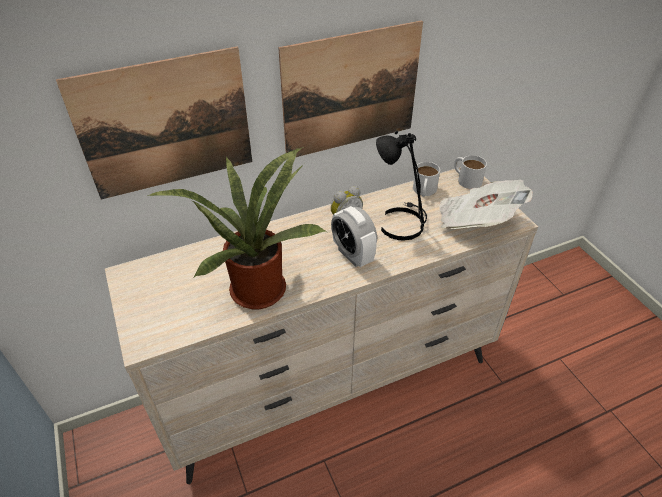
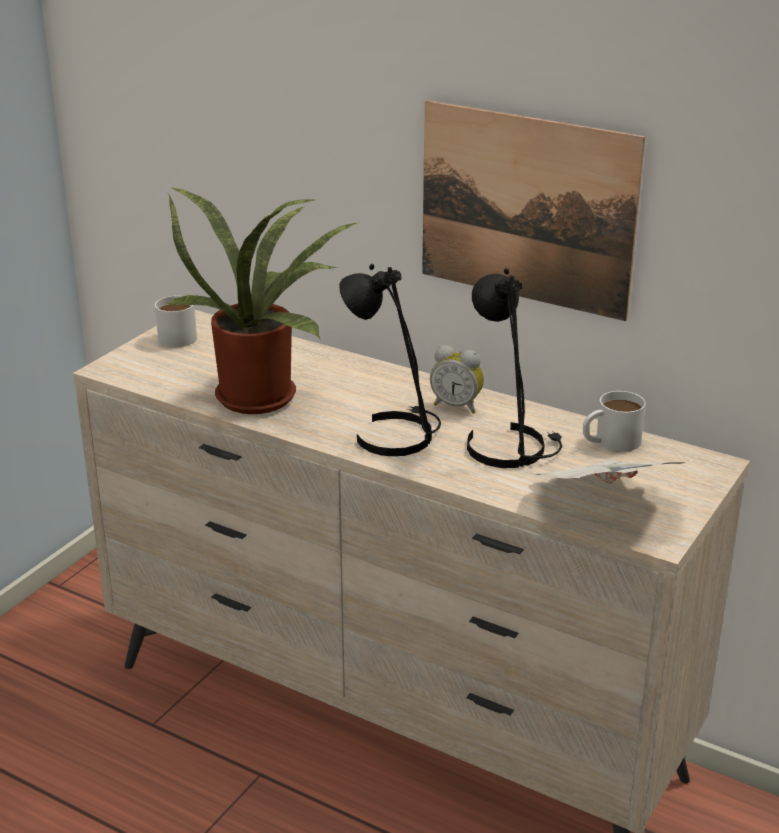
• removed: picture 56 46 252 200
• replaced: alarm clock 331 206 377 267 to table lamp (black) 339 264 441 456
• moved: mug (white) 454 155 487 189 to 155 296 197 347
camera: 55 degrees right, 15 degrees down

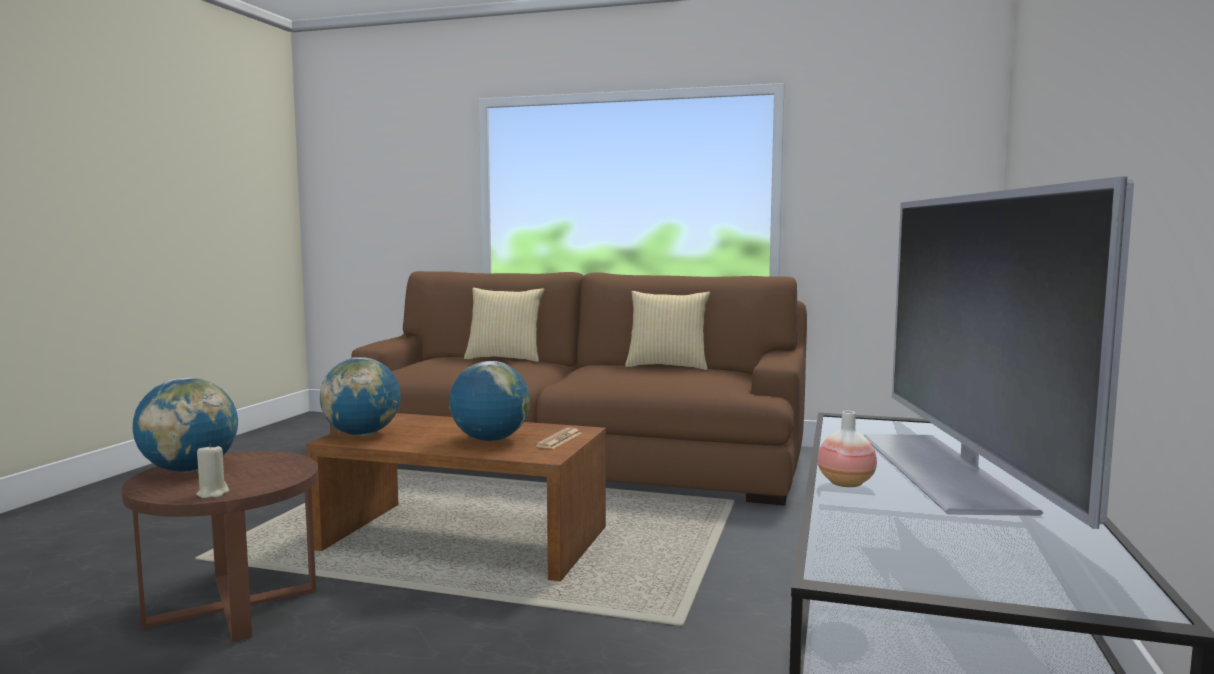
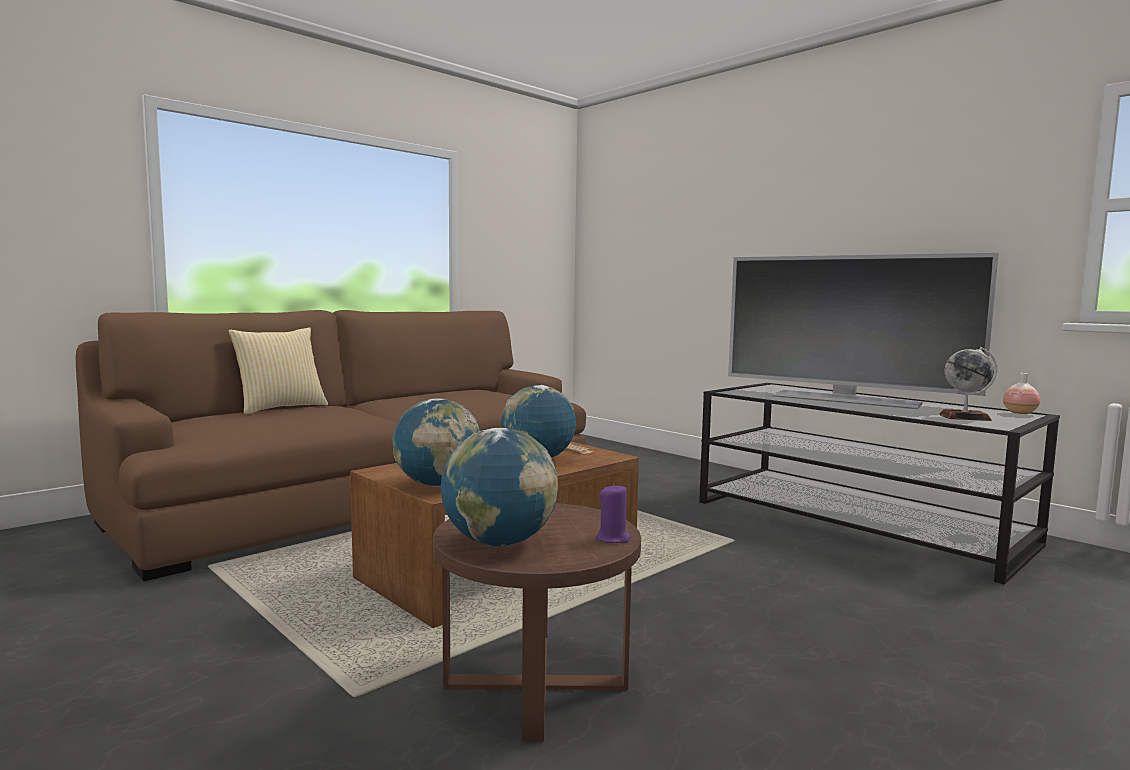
• recoloured: candle (beige) 196 444 229 498 to candle (purple) 596 484 631 543
• removed: pillow 625 291 710 370
• moved: vase 818 411 877 487 to 1003 373 1040 414
• added: globe 939 347 997 421
camera: 60 degrees left, 0 degrees up

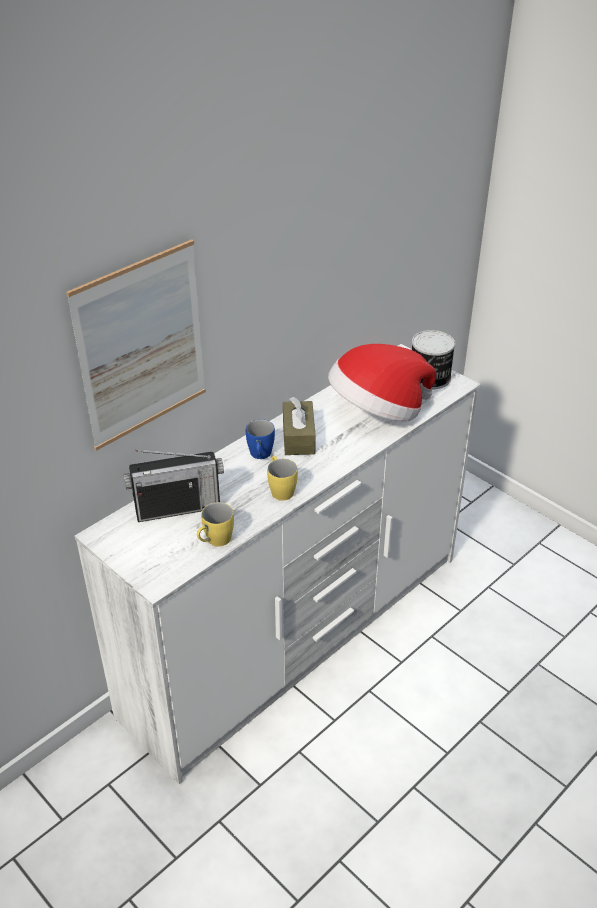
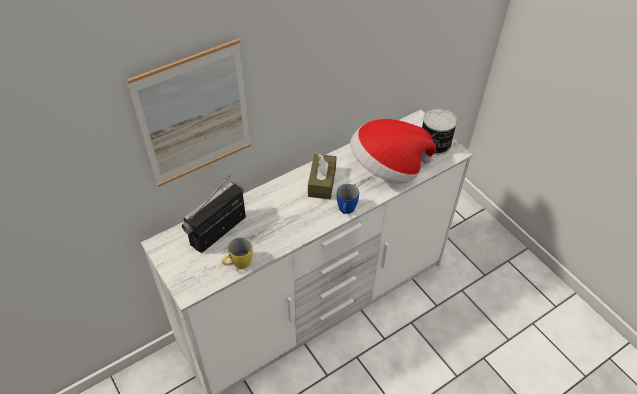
• turned: radio 124 450 224 522 = 181 175 246 253 135 degrees clockwise
• moved: mug (blue) 246 419 275 459 to 337 184 359 214
• removed: mug (yellow) 267 456 298 501
camera: 10 degrees right, 10 degrees up

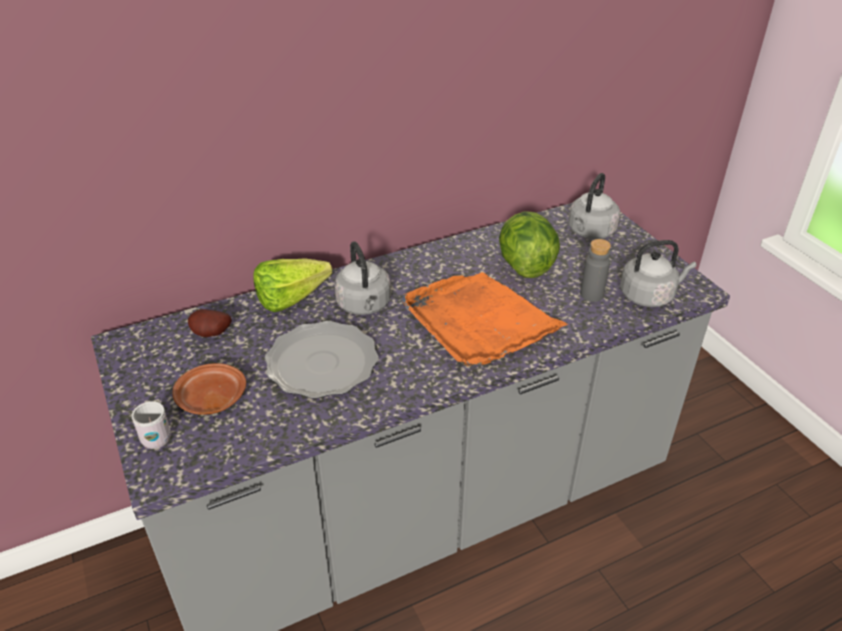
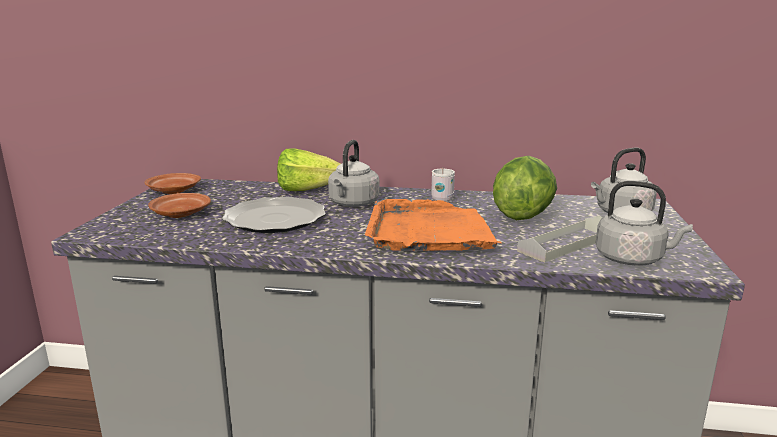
• moved: mug (white) 132 401 171 449 to 431 167 455 202
• removed: potato 188 309 232 337
• replaced: bottle (grey) 580 239 611 302 to tray (grey) 517 216 602 262
• added: plate (brown) 145 173 201 194
camera: 35 degrees right, 20 degrees down

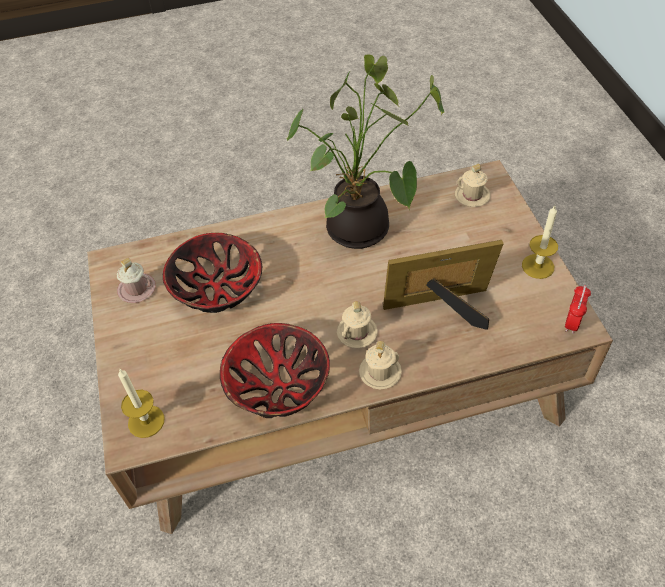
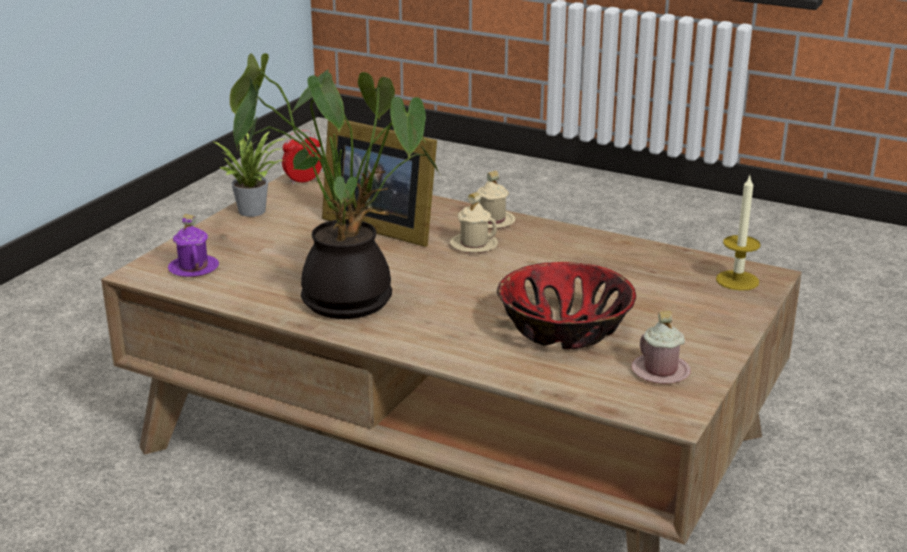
• removed: bowl 220 323 330 418
• recoloured: mug (beige) 455 164 491 207 to mug (purple) 168 214 219 277
• replaced: candle 522 206 558 279 to potted plant 212 131 284 217
camera: 140 degrees left, 25 degrees down

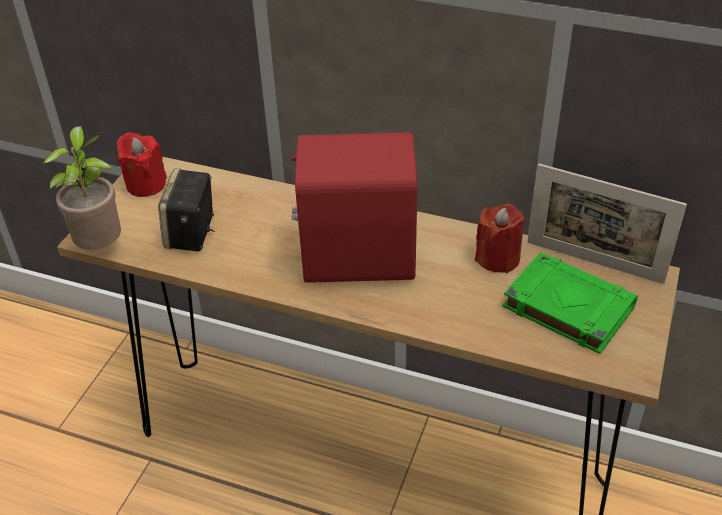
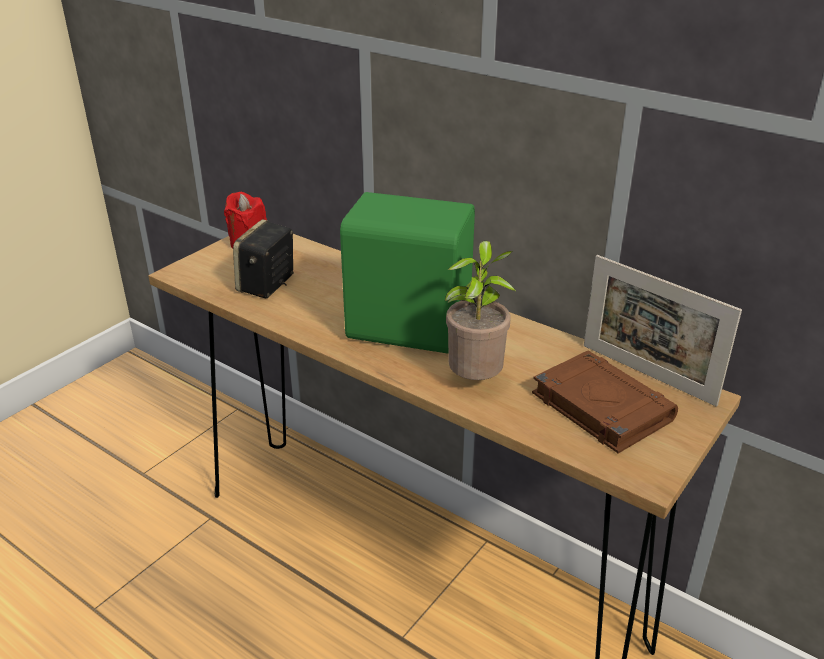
• moved: potted plant 43 126 121 250 to 445 241 516 380
• recoloured: speaker (red) 291 132 417 283 to speaker (green) 340 192 475 354
• removed: candle (red) 475 204 525 273
• recoloured: book (green) 502 252 638 354 to book (brown) 532 351 678 453
camera: 15 degrees right, 10 degrees down

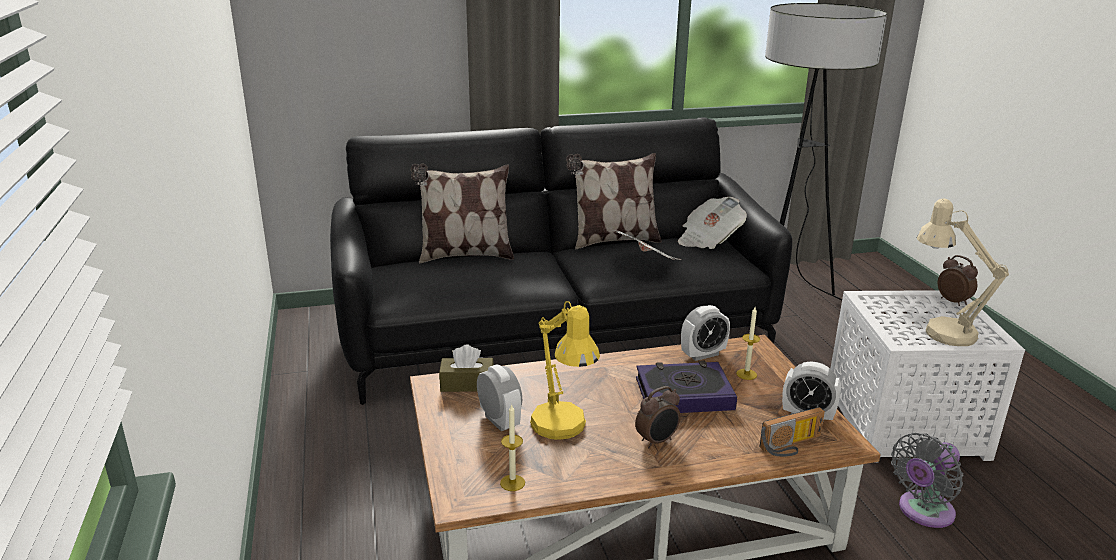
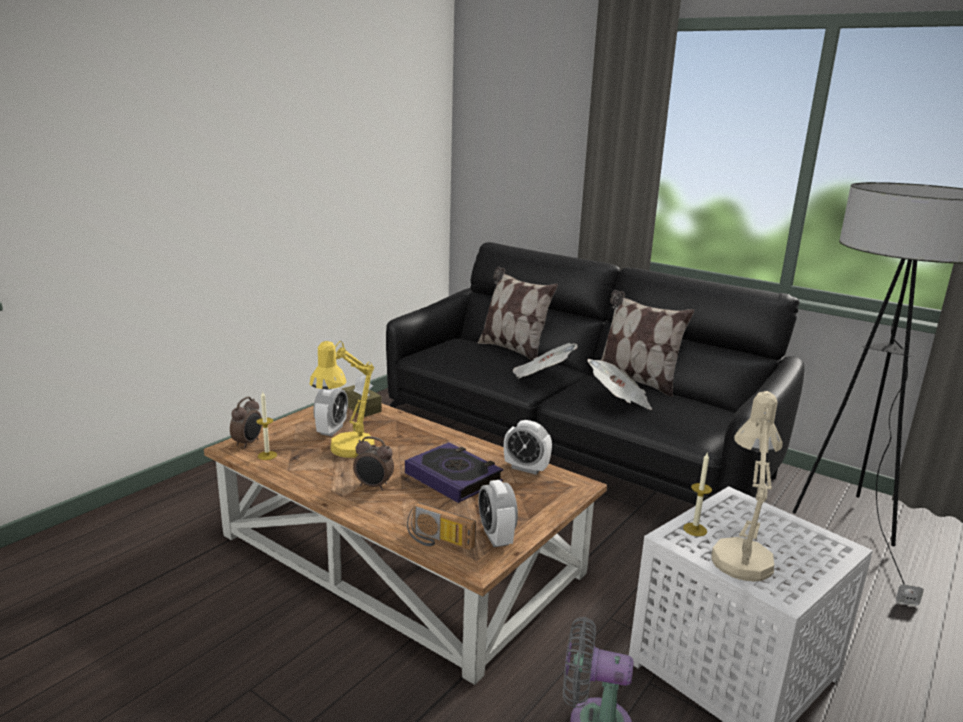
• moved: newspaper 678 197 747 249 to 513 343 578 379
• moved: candle 736 307 760 380 to 683 453 712 536
• moved: alarm clock 938 255 978 306 to 230 397 262 449
camera: 50 degrees right, 5 degrees down

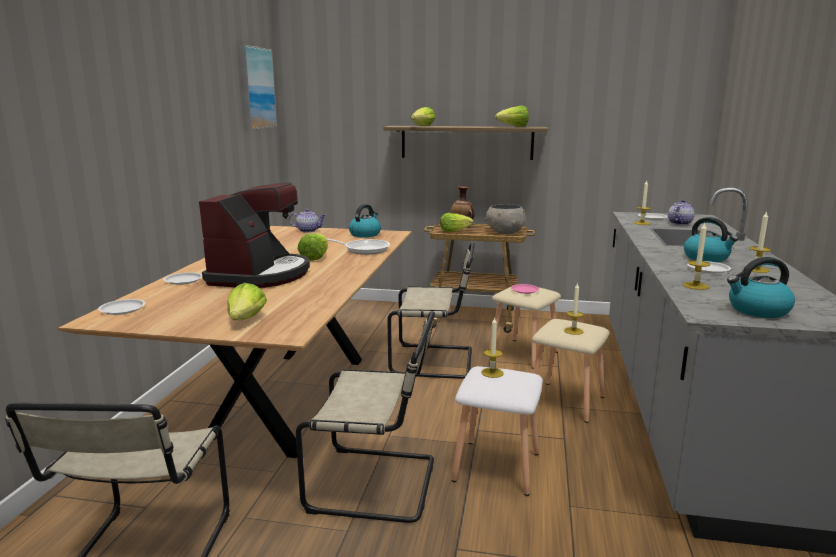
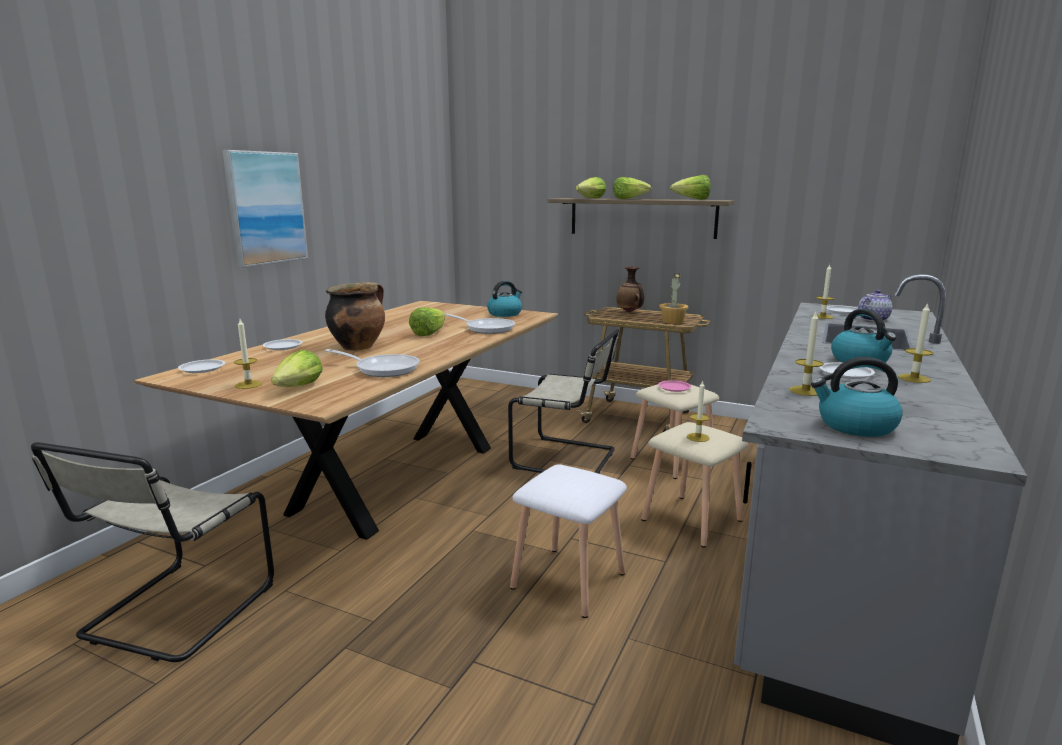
• replaced: coffee machine 199 183 310 288 to cooking pot 325 282 385 351
• moved: picture 240 44 277 130 to 222 150 308 268
• removed: teapot 289 209 326 232
• removed: chair (beige) 296 311 435 523
• moved: lettuce 440 213 474 232 to 613 177 652 199
• moved: candle 481 317 504 378 to 234 319 262 389
• replaced: bowl (grey) 485 204 525 234 to potted plant 659 273 688 324
• added: frying pan 325 349 420 377
camera: 15 degrees right, 0 degrees up

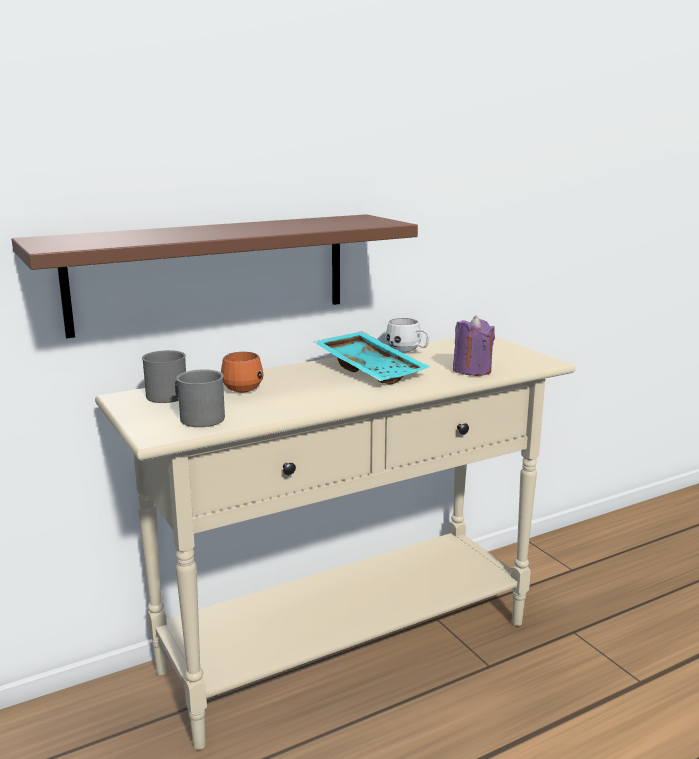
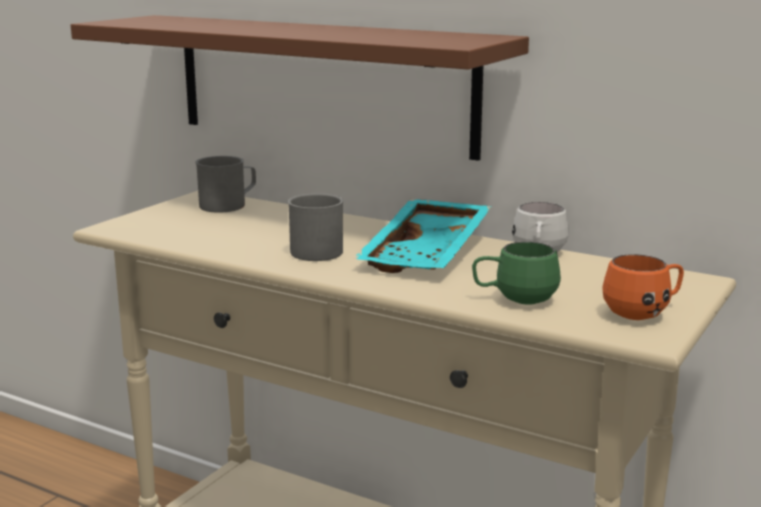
• moved: mug (grey) 175 369 225 427 to 288 193 344 261
• moved: mug (orange) 221 352 263 393 to 602 254 684 320
• replaced: candle (purple) 453 315 495 376 to mug (green) 472 241 561 305
camera: 60 degrees right, 0 degrees up

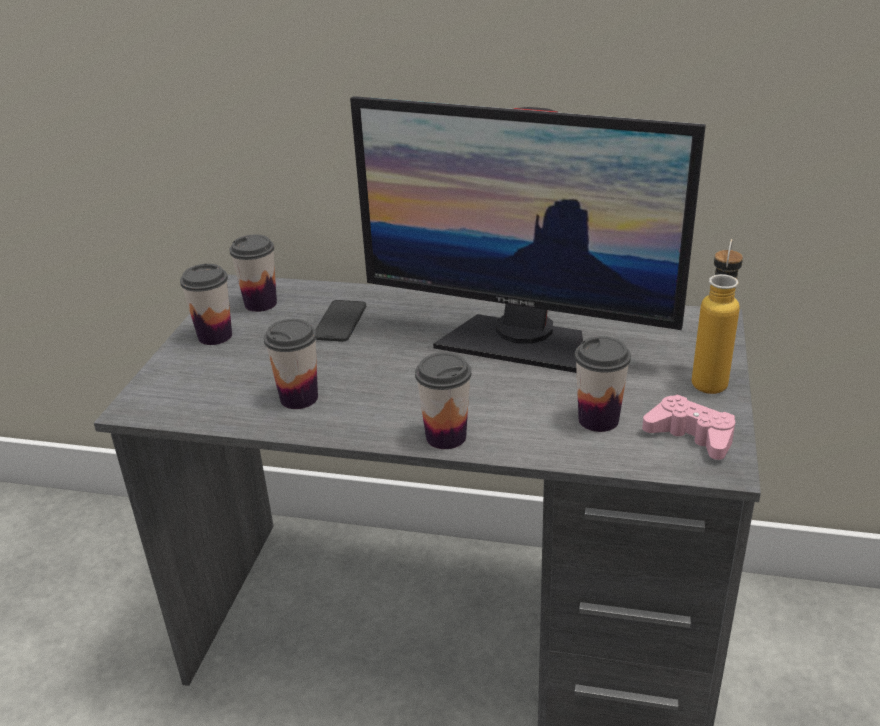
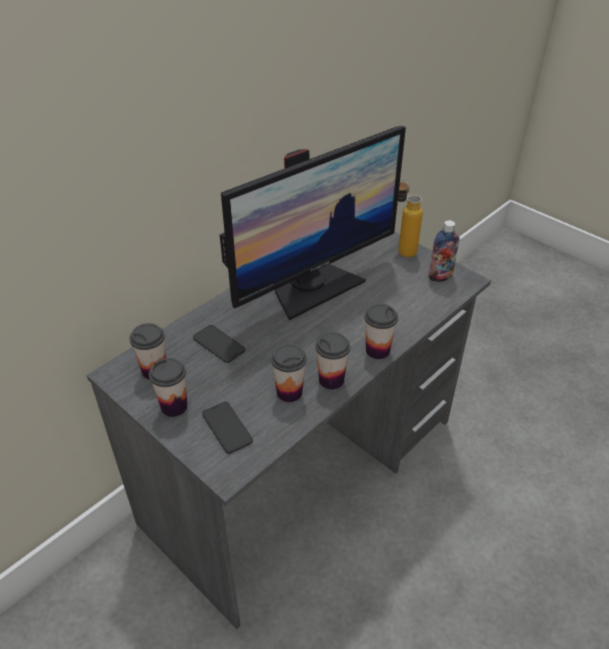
• moved: cup 575 336 631 432 to 315 332 350 390
• replaced: game controller (pink) 642 394 735 460 to bottle 429 220 460 282
• added: phone 202 402 253 454
camera: 60 degrees left, 10 degrees up

